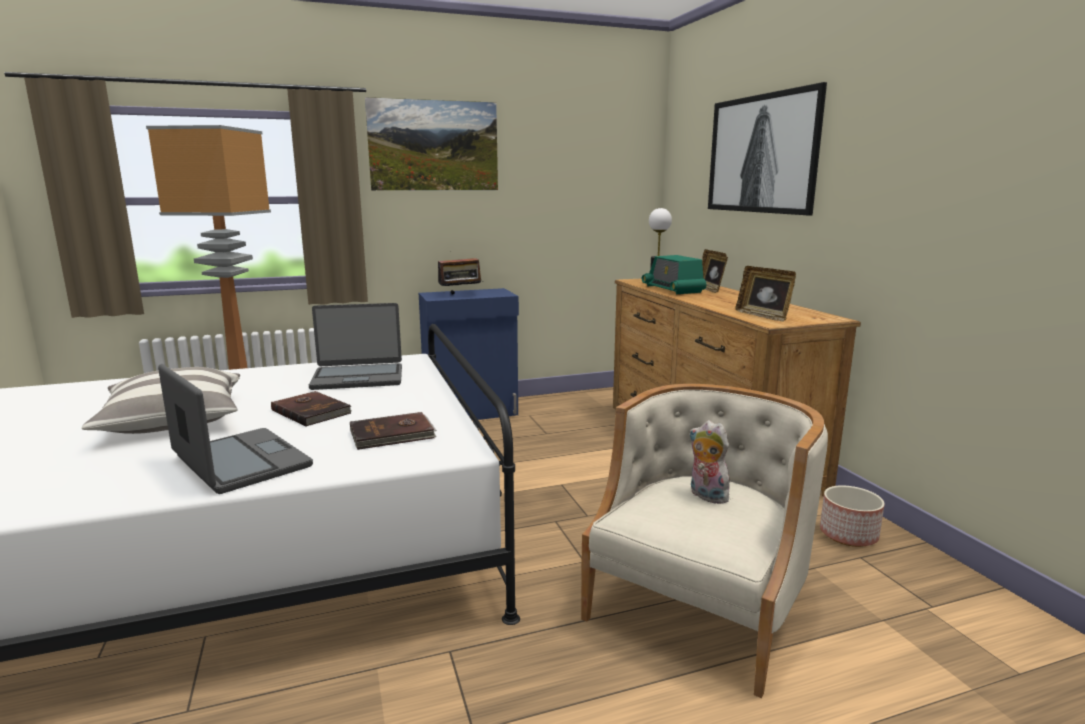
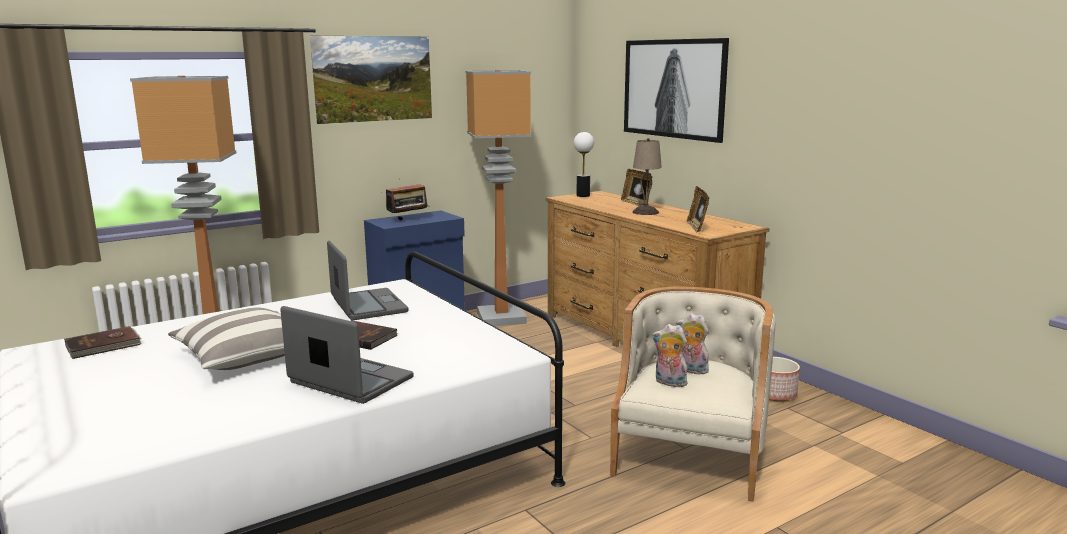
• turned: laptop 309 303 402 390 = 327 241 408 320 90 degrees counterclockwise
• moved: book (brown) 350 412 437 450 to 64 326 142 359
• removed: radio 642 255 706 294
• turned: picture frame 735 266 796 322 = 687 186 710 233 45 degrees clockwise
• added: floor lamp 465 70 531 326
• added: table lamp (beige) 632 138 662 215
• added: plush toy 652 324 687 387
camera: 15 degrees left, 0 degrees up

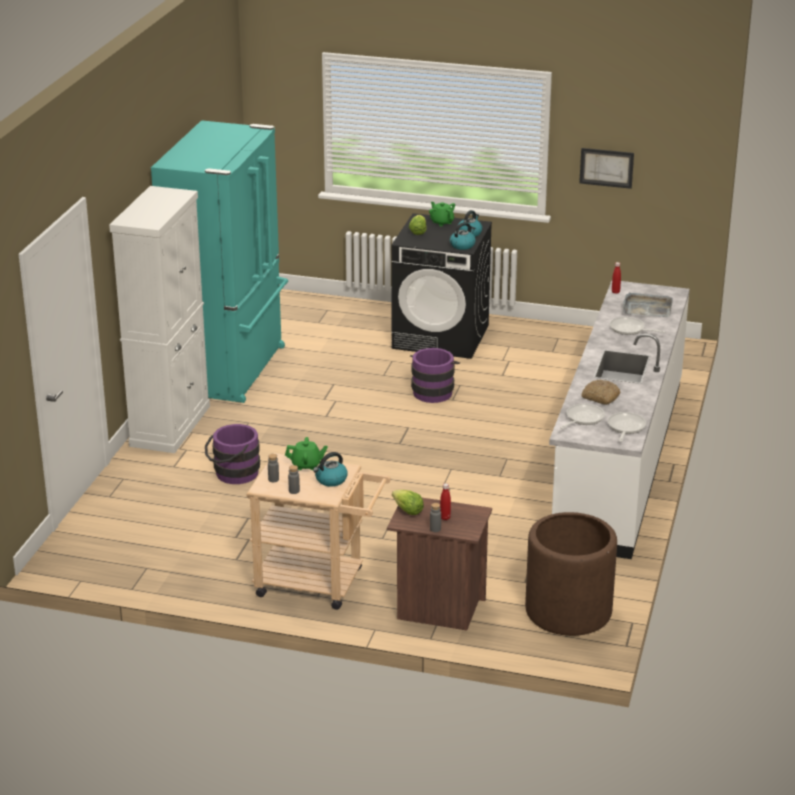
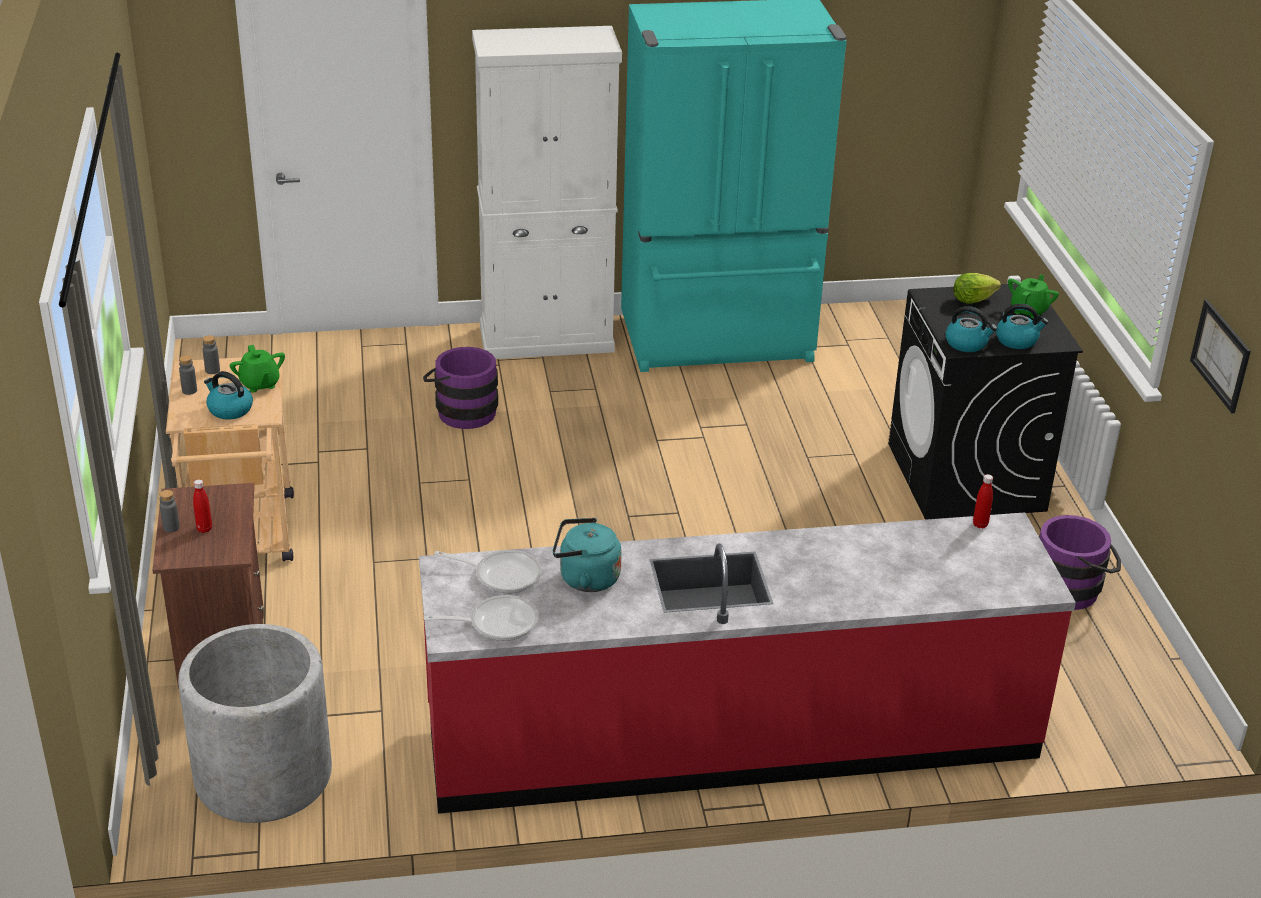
• removed: lettuce 392 490 424 515
• moved: bucket (purple) 410 348 460 403 to 1039 515 1121 610
• recoloured: planter (brown) 525 512 617 636 to planter (grey) 178 624 332 823
• recoloured: counter (white) 549 281 690 559 to counter (red) 419 512 1076 814
• replaced: bread 582 380 620 405 to kettle (turquoise) 553 518 622 592
• removed: frying pan 610 317 665 335
• removed: tray (grey) 623 292 673 317
camera: 65 degrees right, 5 degrees up

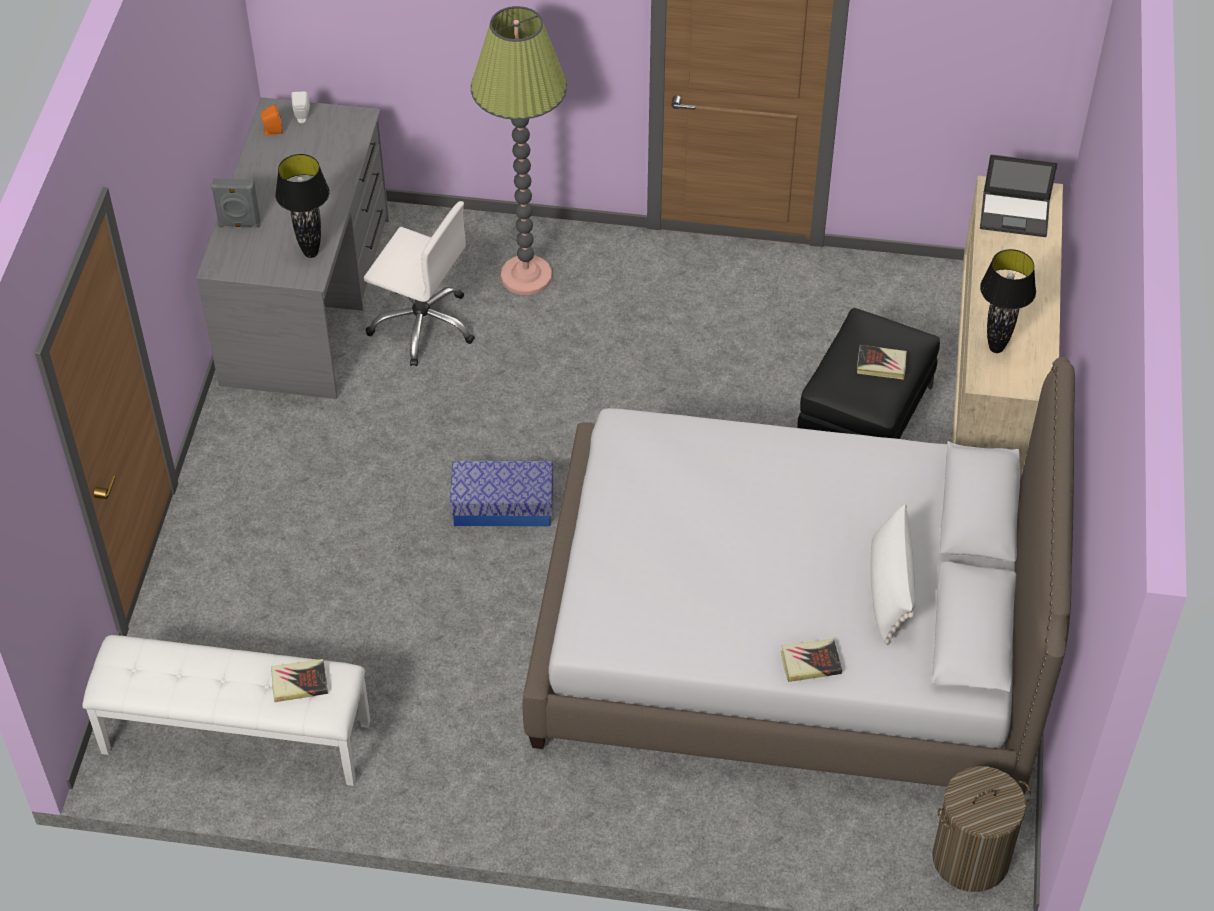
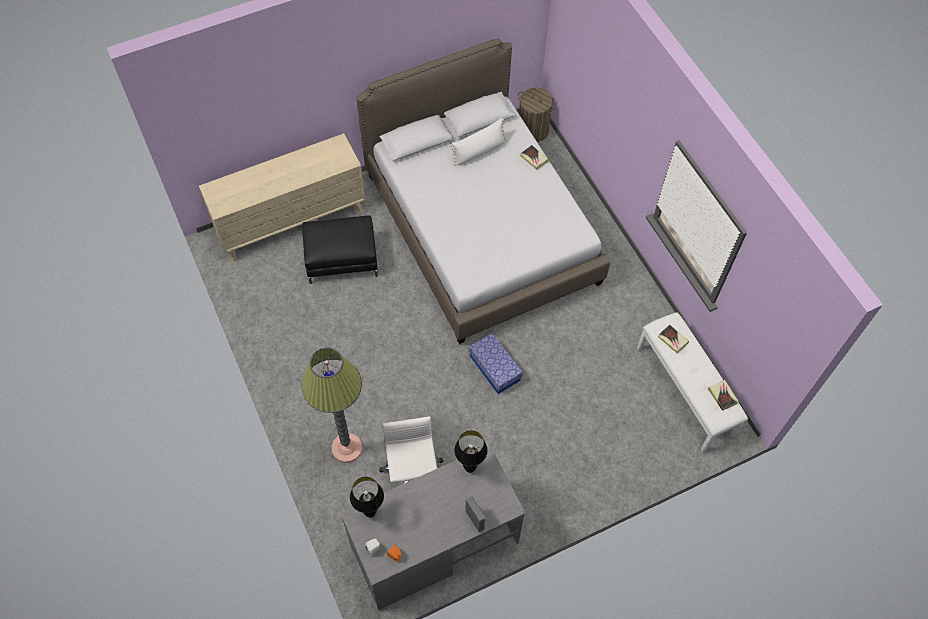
• moved: book 857 345 907 380 to 708 380 739 411
• removed: laptop 980 154 1058 237
• moved: table lamp (black) 980 249 1036 353 to 350 477 384 518
camera: 125 degrees left, 10 degrees up

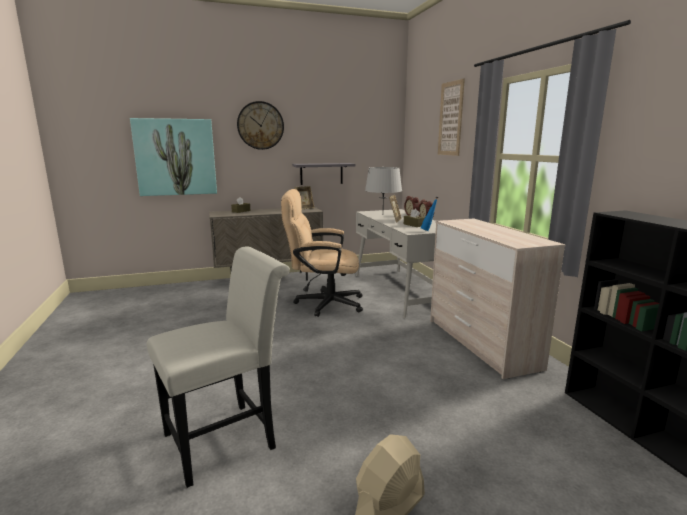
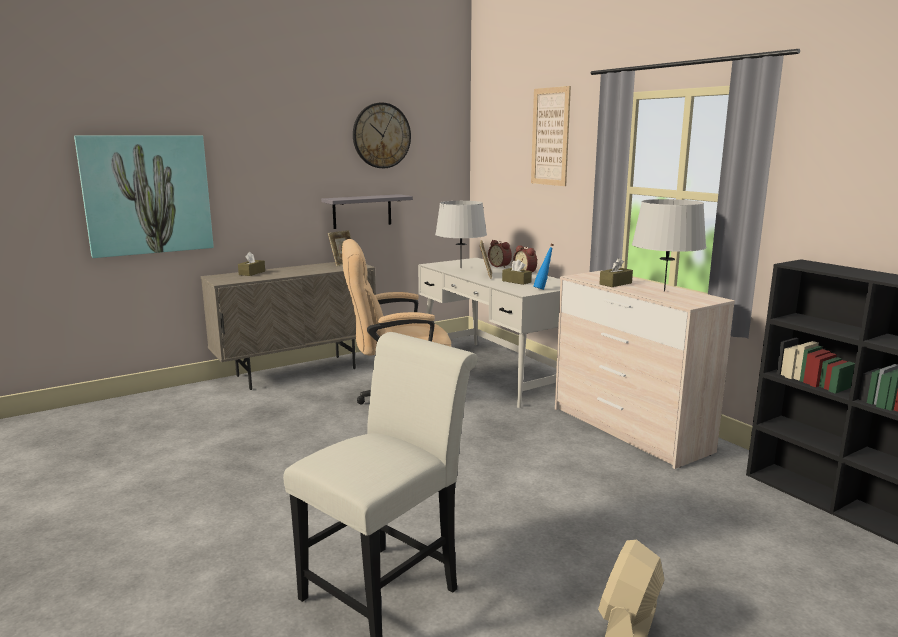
• moved: wall clock 237 101 284 150 to 353 102 411 168
• added: tissue box (brown) 599 258 633 287
• added: table lamp (grey) 632 199 706 291
camera: 15 degrees left, 0 degrees up

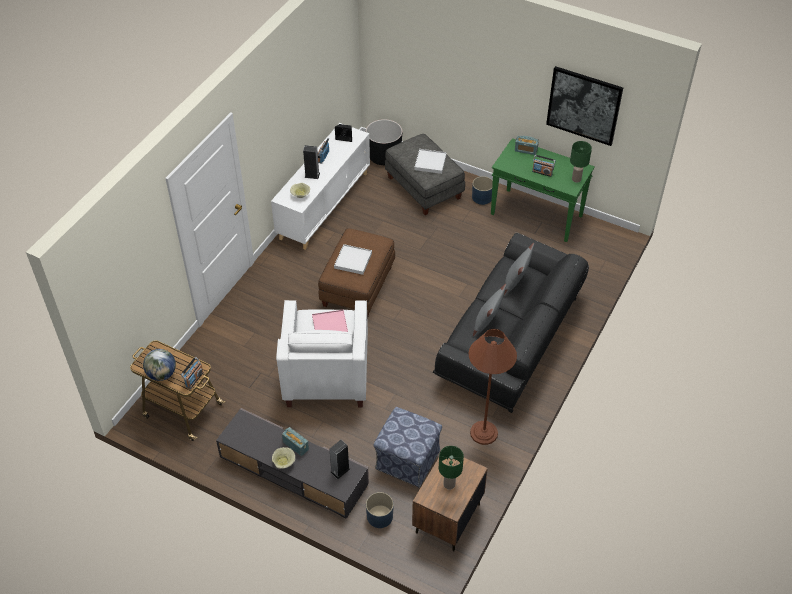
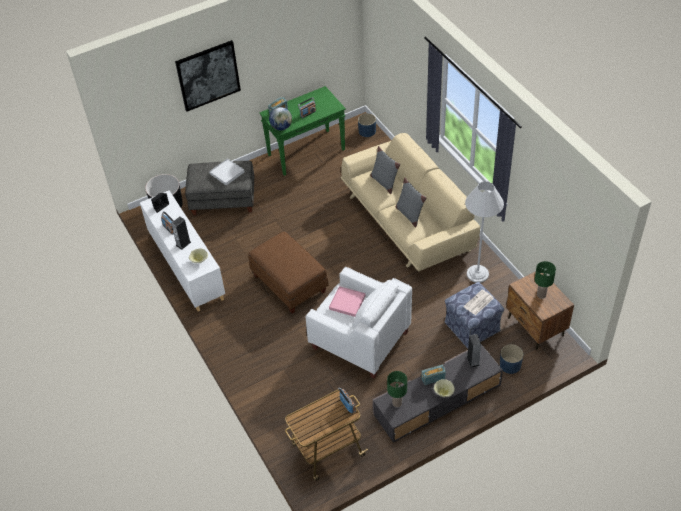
• moved: globe 143 349 176 381 to 269 107 292 131
• removed: tray (white) 334 244 372 275
• recoloured: sofa (black) 433 233 589 413 to sofa (beige) 340 133 480 272
• recoloured: floor lamp (brown) 469 329 517 445 to floor lamp (white) 465 181 504 283
• moved: planter (blue) 472 176 493 205 to 358 113 376 137
• moved: picture 546 66 623 146 to 175 40 241 112
• moved: table lamp (green) 570 141 592 183 to 387 371 407 407
• added: newspaper 463 289 494 316
camera: 55 degrees left, 0 degrees up

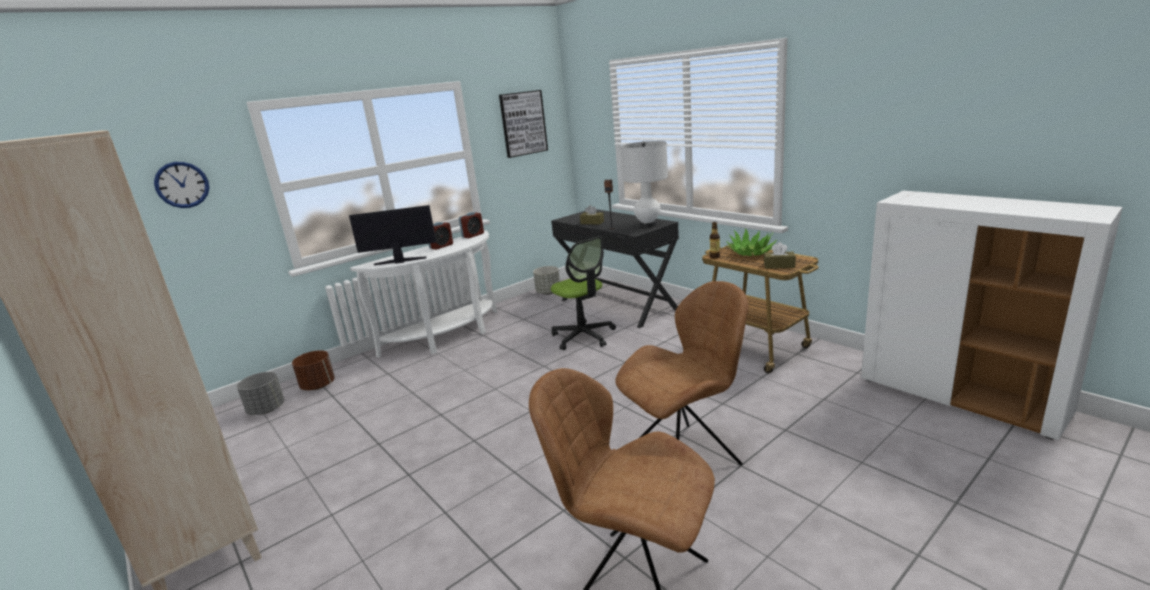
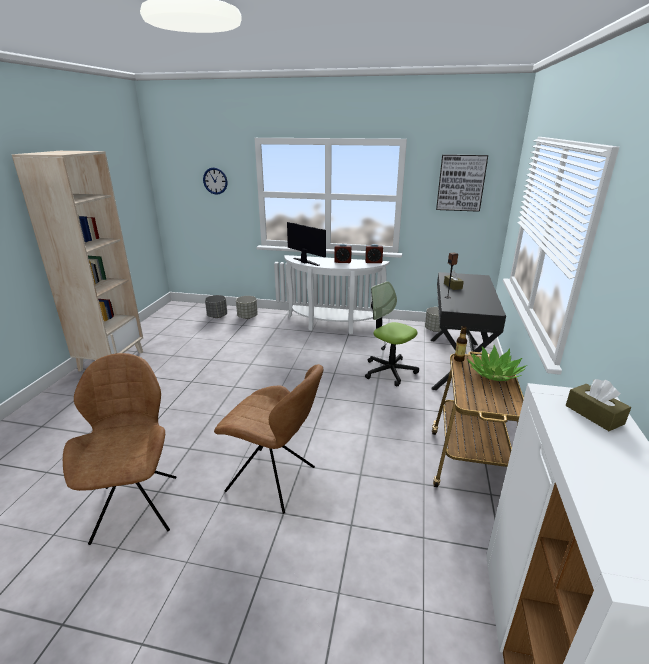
• recoloured: planter (brown) 292 350 335 390 to planter (grey) 236 296 258 319
• turned: office chair 551 236 616 350 = 365 281 419 386 120 degrees clockwise
• removed: table lamp (white) 621 141 668 227
• moved: tissue box (brown) 764 242 796 269 to 566 379 631 431
camera: 50 degrees right, 5 degrees up

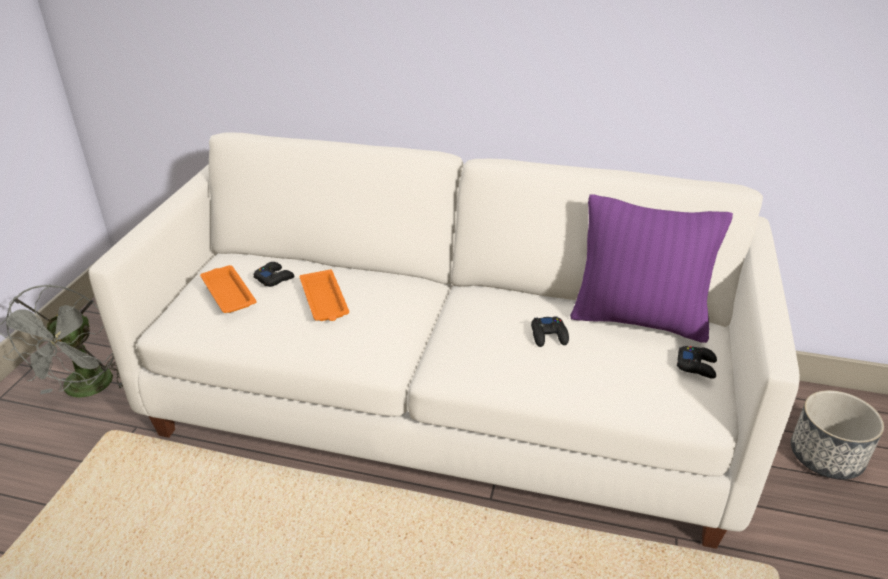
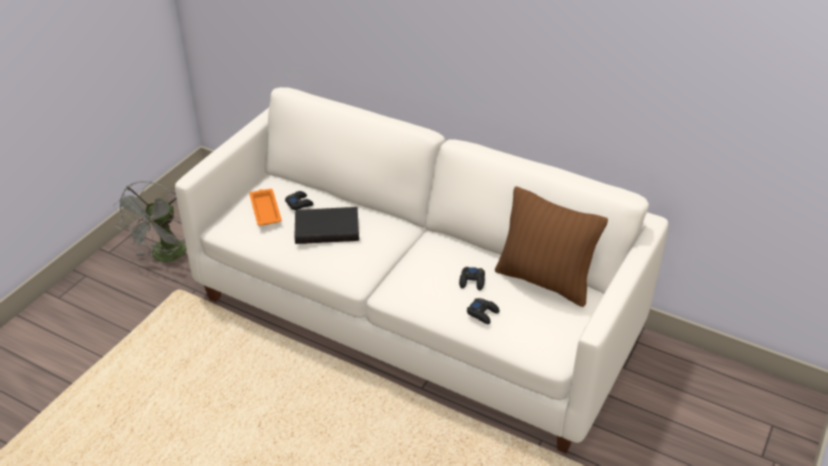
• replaced: tray (orange) 300 269 349 321 to book (black) 294 207 359 244
• recoloured: pillow (purple) 570 194 733 343 to pillow (brown) 495 186 608 307
• moved: game controller (black) 677 346 717 379 to 467 298 499 324
• removed: planter 791 390 884 480
camera: 15 degrees right, 5 degrees up

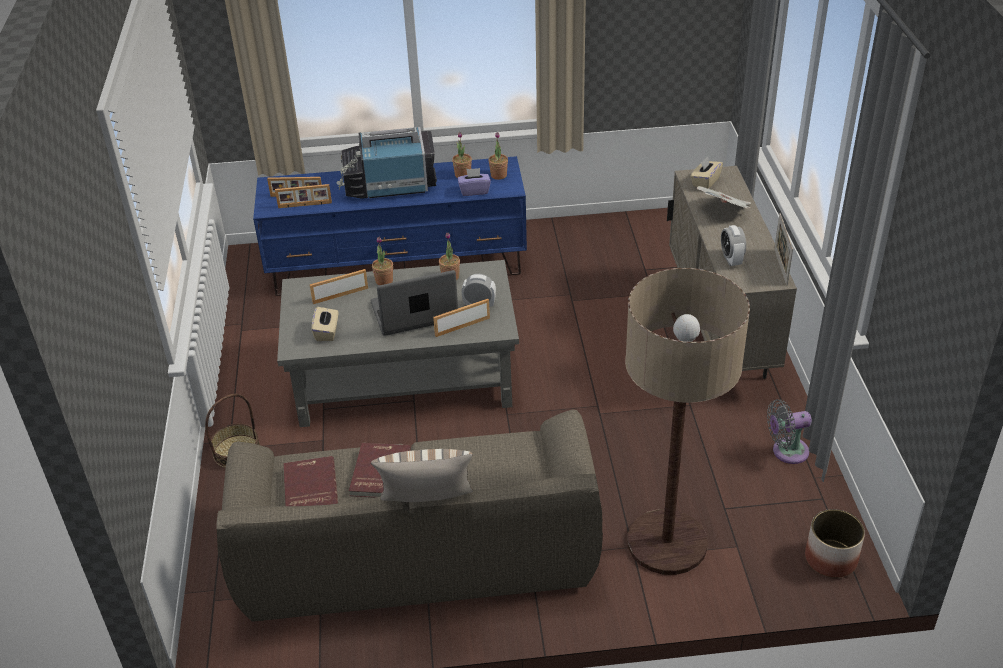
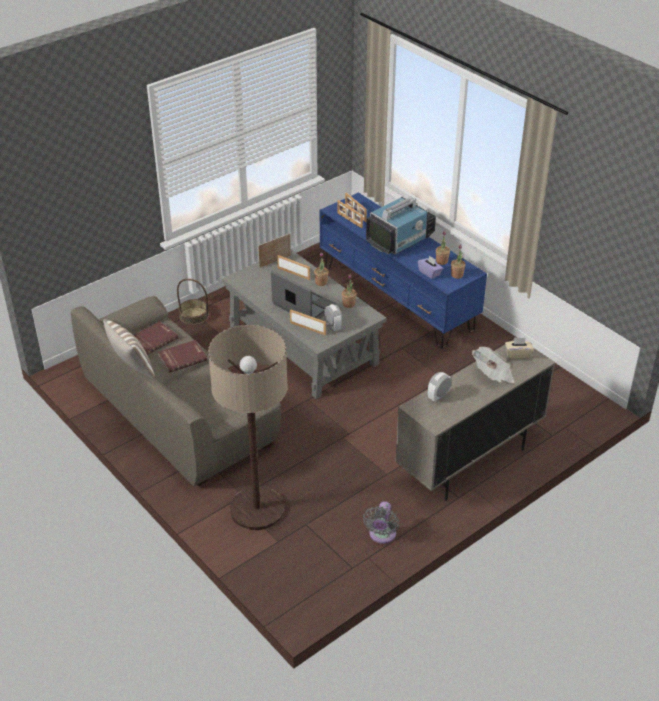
• removed: tissue box (beige) 312 307 338 341
• turned: television 337 127 437 199 = 366 196 436 255 90 degrees clockwise
• turned: fan (grey) 767 399 812 464 = 363 501 399 544 120 degrees counterclockwise
• moved: picture frame 774 213 793 285 to 258 233 291 268
• removed: planter 805 509 865 578
camera: 55 degrees right, 0 degrees up

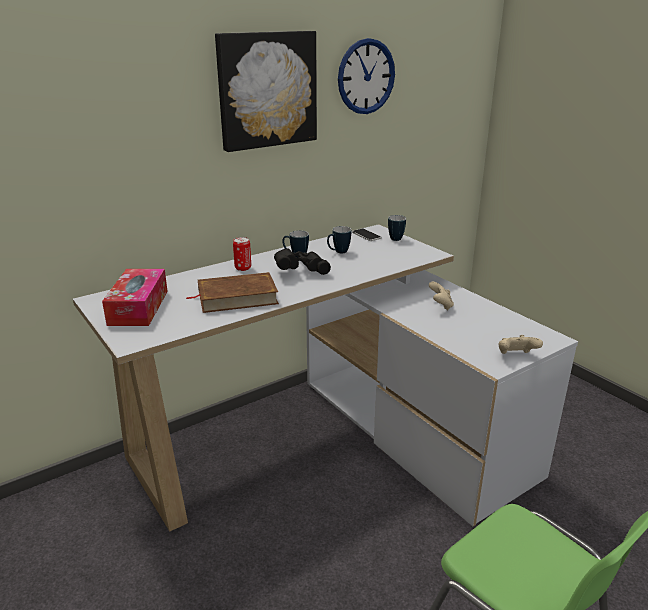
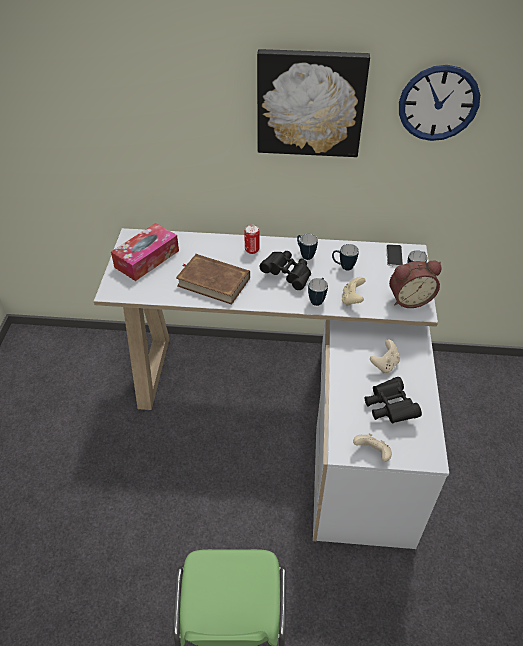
• added: mug 308 278 328 306
• added: game controller (beige) 342 277 366 306
• added: binoculars (black) 365 377 422 424
• added: alarm clock 389 261 442 308
camera: 40 degrees right, 20 degrees up

